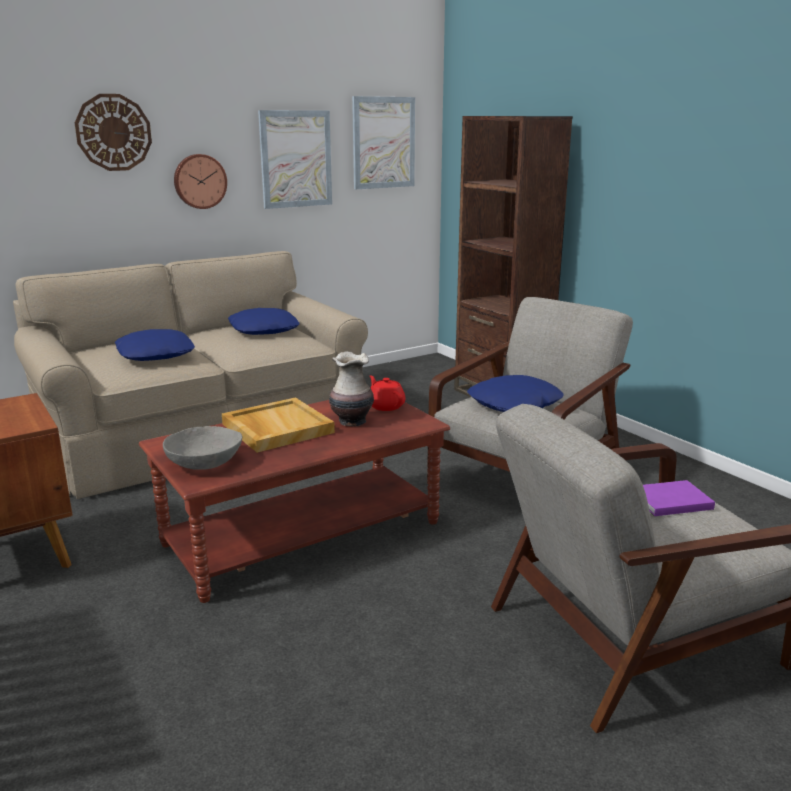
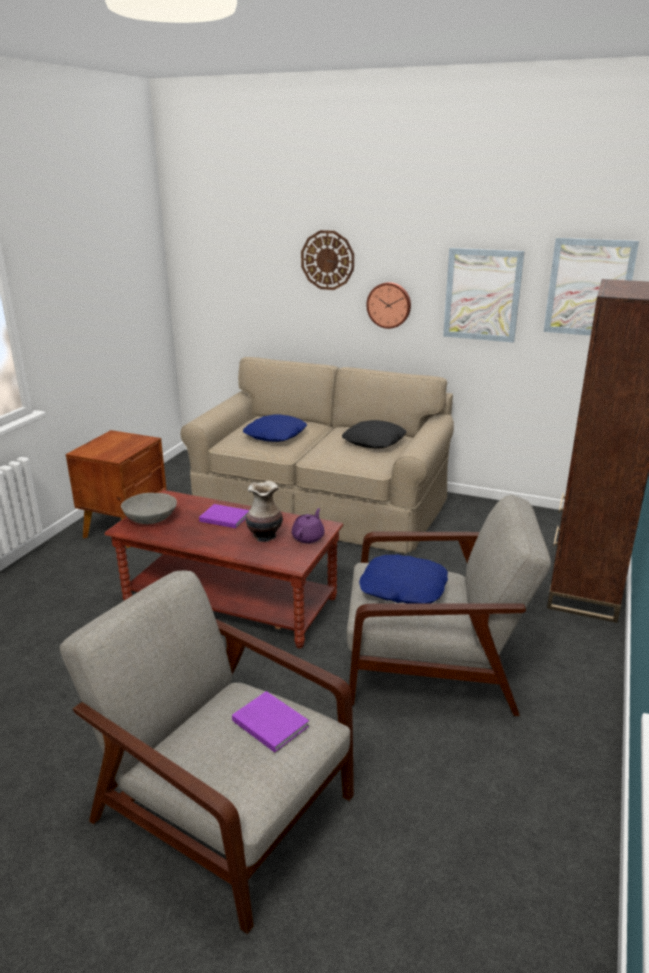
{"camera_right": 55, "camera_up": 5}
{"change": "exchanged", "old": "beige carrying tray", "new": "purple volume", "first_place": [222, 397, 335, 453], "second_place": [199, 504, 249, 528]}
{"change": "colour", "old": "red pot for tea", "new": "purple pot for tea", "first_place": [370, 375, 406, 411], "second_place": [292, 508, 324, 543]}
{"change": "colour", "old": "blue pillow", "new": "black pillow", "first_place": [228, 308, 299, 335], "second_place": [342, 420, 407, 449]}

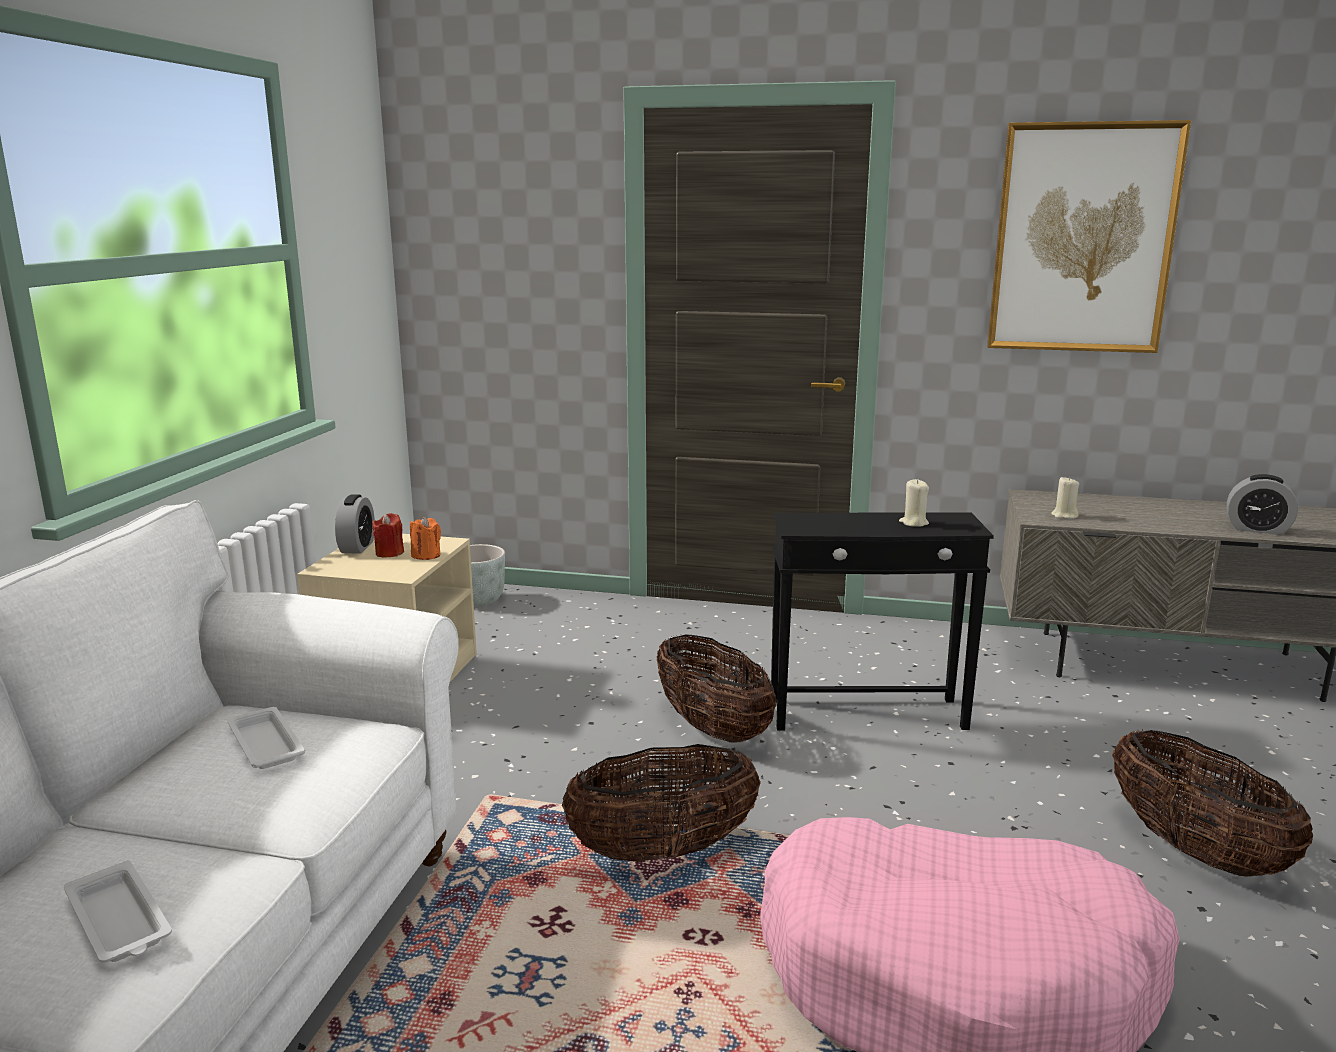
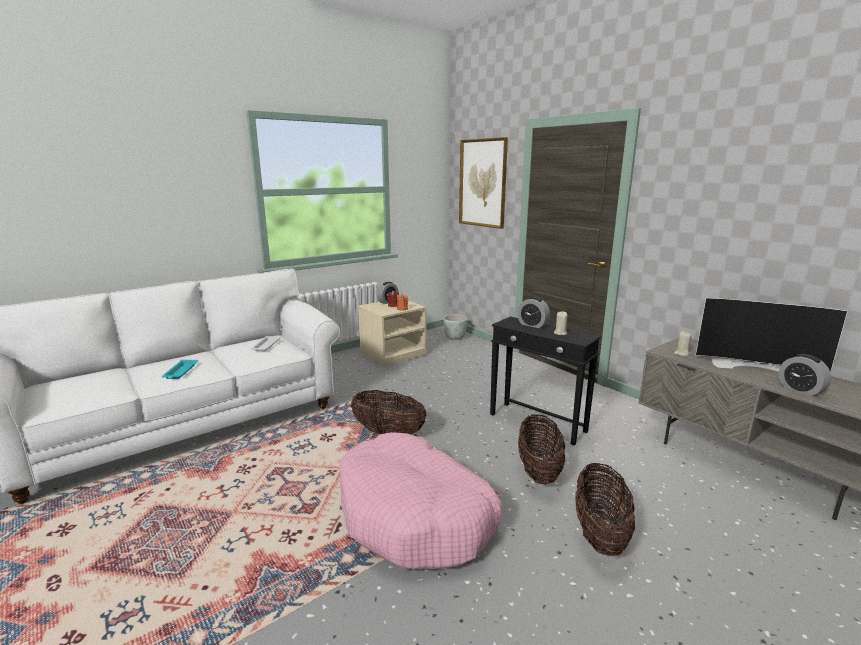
{"camera_right": 40, "camera_up": 0}
{"change": "colour", "old": "white-coloured carrying tray", "new": "turquoise carrying tray", "first_place": [64, 860, 172, 963], "second_place": [162, 360, 198, 379]}
{"change": "relocated", "old": "picture", "first_place": [987, 120, 1191, 353], "second_place": [459, 137, 508, 229]}
{"change": "appeared", "new": "table clock", "second_place": [517, 297, 550, 328]}
{"change": "relocated", "old": "basket", "first_place": [657, 635, 777, 742], "second_place": [518, 414, 565, 484]}
{"change": "appeared", "new": "TV", "second_place": [695, 298, 848, 372]}

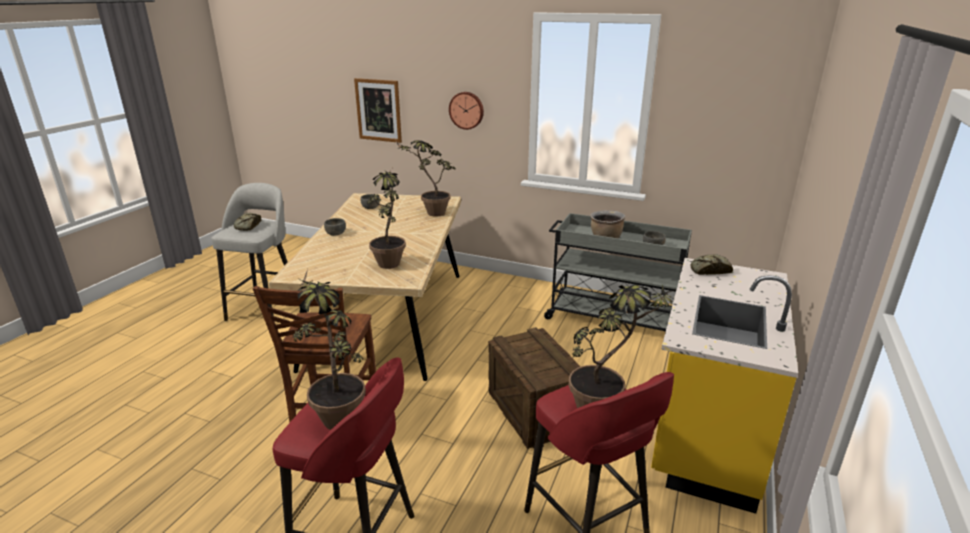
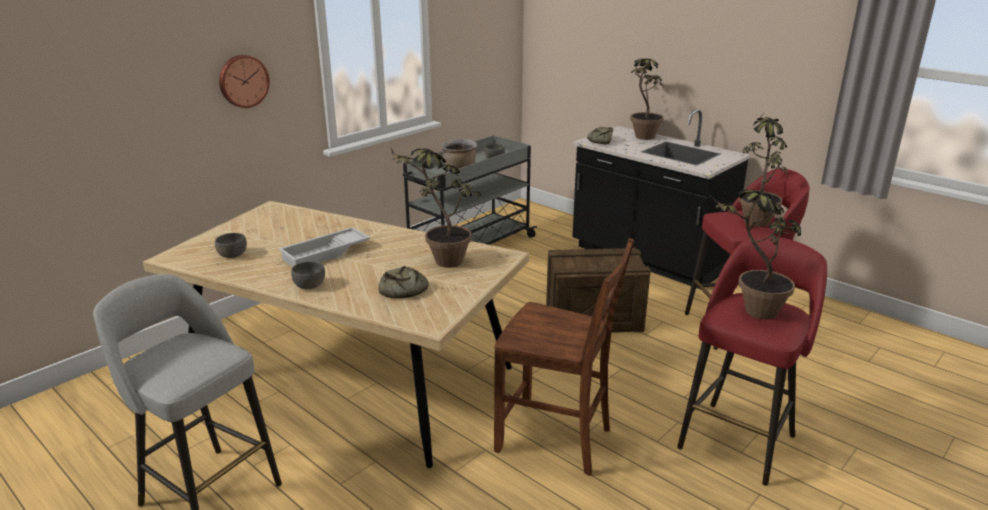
{"camera_right": -70, "camera_up": 0}
{"change": "appeared", "new": "white-coloured carrying tray", "second_place": [278, 227, 370, 267]}
{"change": "relocated", "old": "baked bread", "first_place": [234, 213, 261, 231], "second_place": [379, 266, 429, 298]}
{"change": "colour", "old": "yellow-coloured kitchen base unit", "new": "black kitchen base unit", "first_place": [651, 258, 798, 514], "second_place": [572, 109, 750, 289]}
{"change": "relocated", "old": "houseplant", "first_place": [396, 140, 456, 217], "second_place": [630, 59, 664, 140]}
{"change": "missing", "old": "picture", "first_place": [354, 78, 402, 143]}

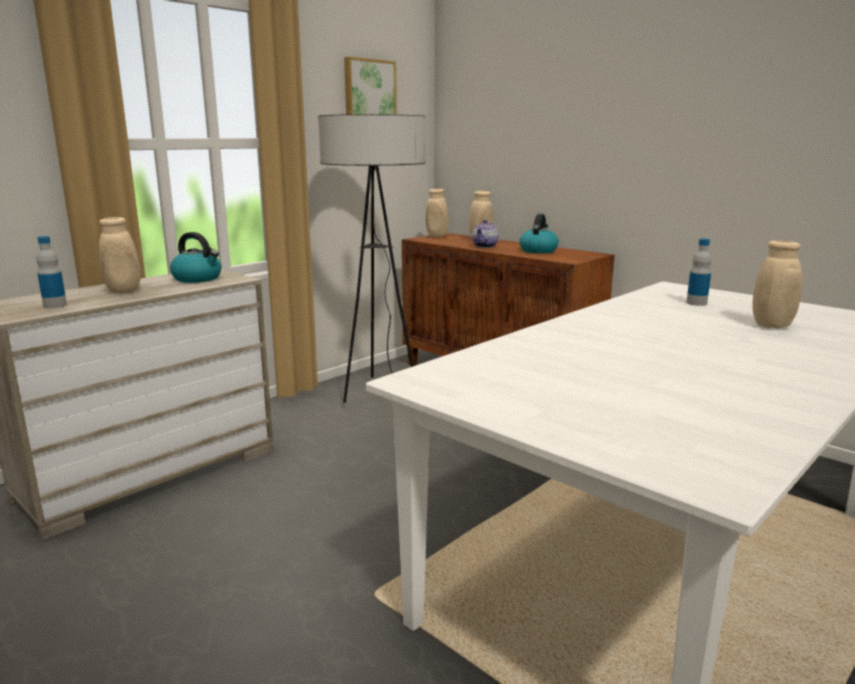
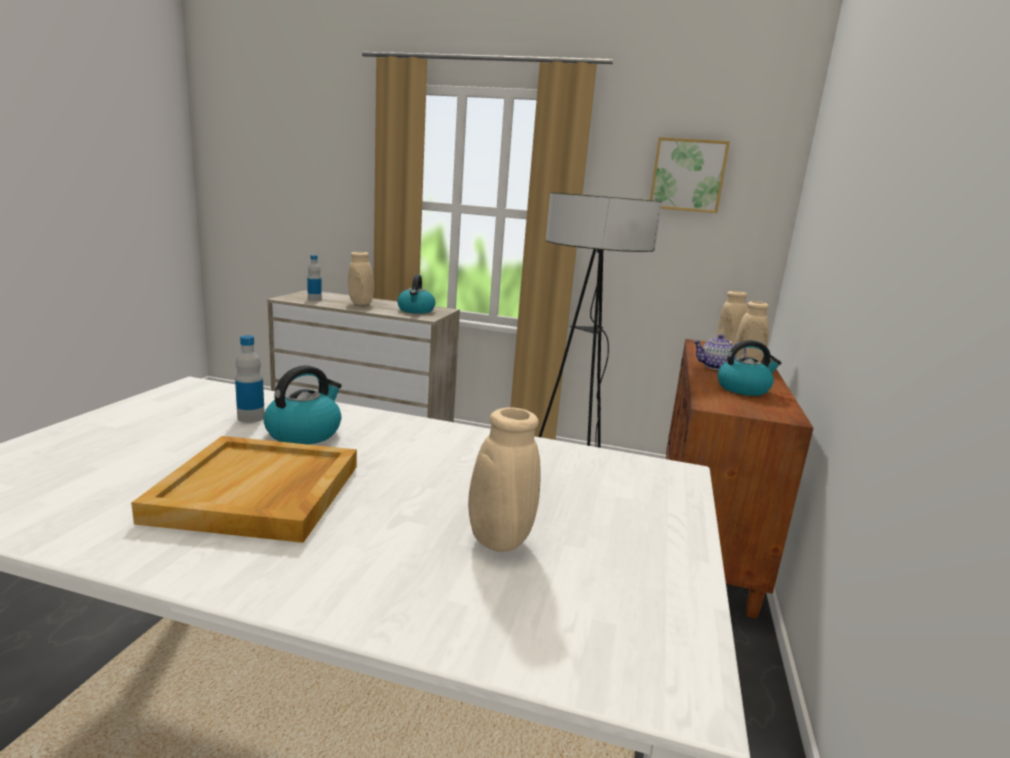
{"camera_right": 60, "camera_up": 0}
{"change": "appeared", "new": "beige carrying tray", "second_place": [131, 436, 357, 543]}
{"change": "relocated", "old": "drink bottle", "first_place": [686, 238, 712, 306], "second_place": [235, 335, 264, 423]}
{"change": "appeared", "new": "water kettle", "second_place": [264, 365, 342, 445]}

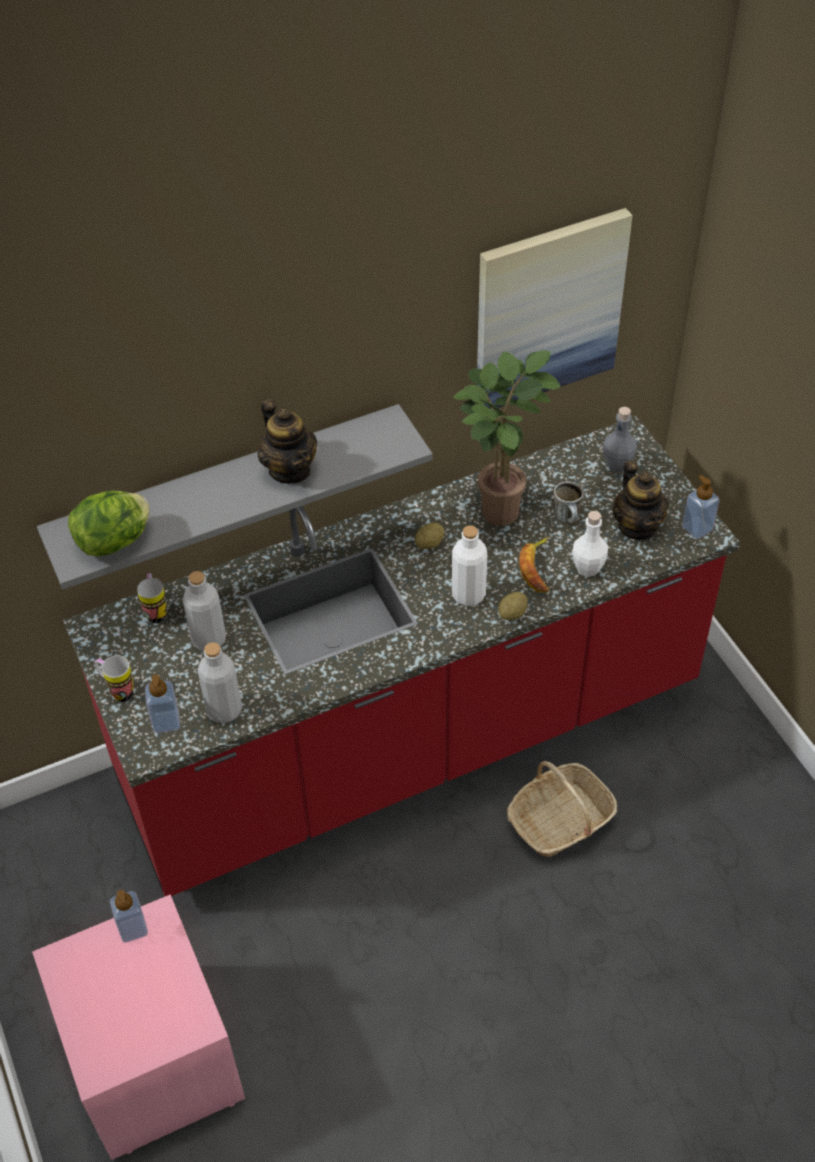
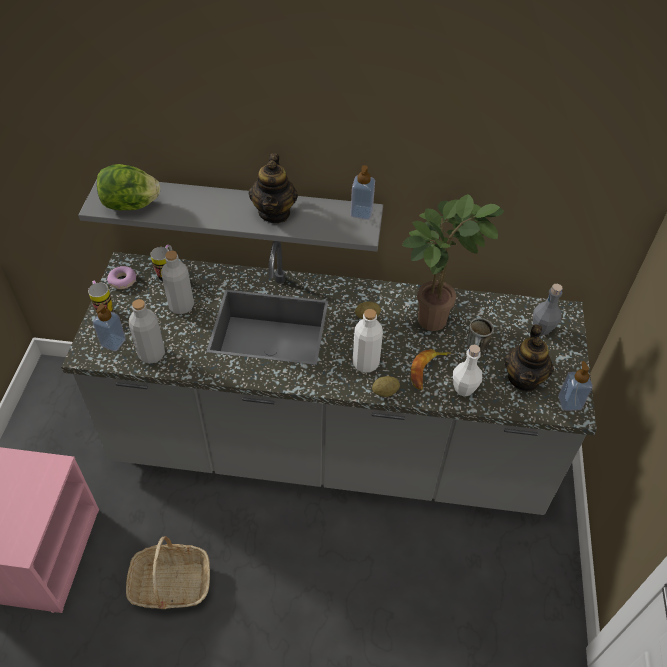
{"camera_right": 30, "camera_up": 0}
{"change": "colour", "old": "red kitchen base unit", "new": "grey kitchen base unit", "first_place": [63, 416, 740, 896], "second_place": [61, 241, 597, 515]}
{"change": "appeared", "new": "donut", "second_place": [107, 266, 136, 289]}
{"change": "relocated", "old": "basket", "first_place": [507, 761, 617, 857], "second_place": [126, 536, 210, 609]}
{"change": "relocated", "old": "soap dispenser", "first_place": [110, 890, 148, 943], "second_place": [351, 165, 375, 220]}
{"change": "missing", "old": "picture", "first_place": [477, 208, 633, 409]}

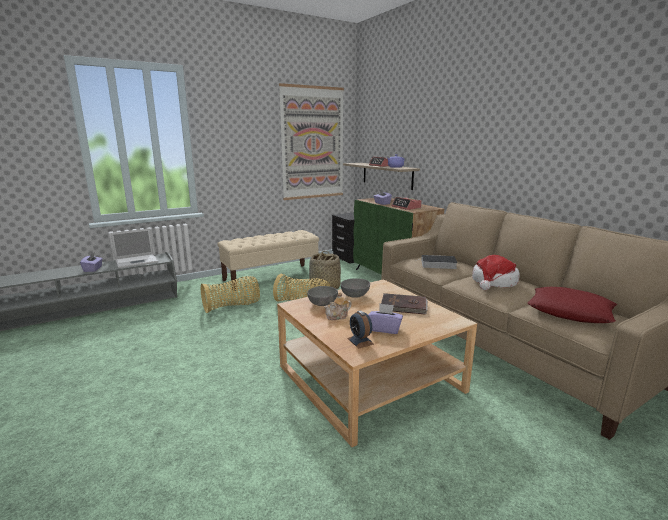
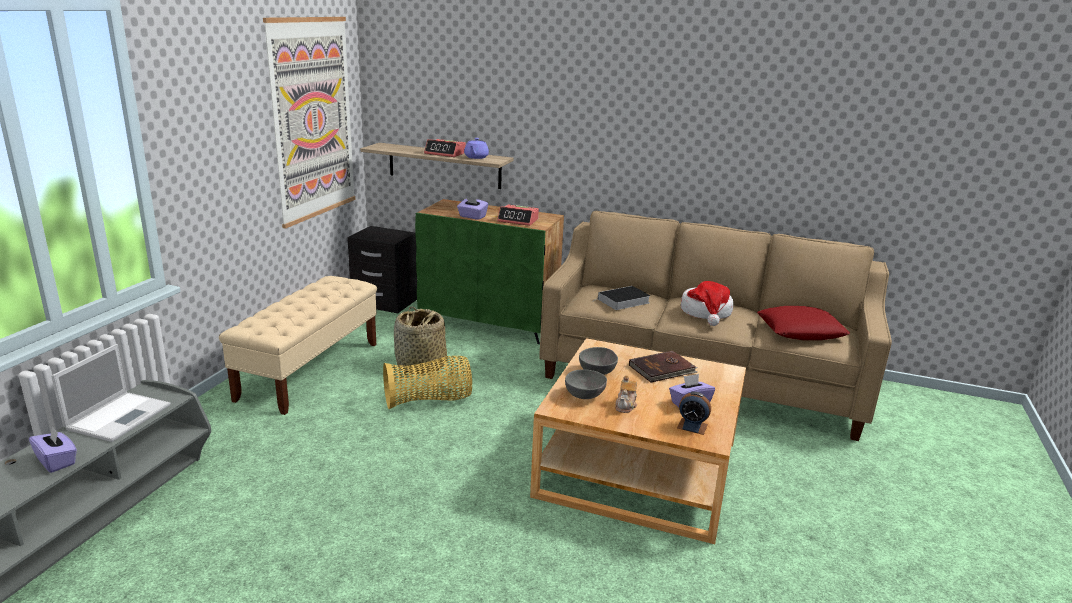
{"camera_right": -40, "camera_up": 5}
{"change": "missing", "old": "basket", "first_place": [201, 276, 260, 313]}

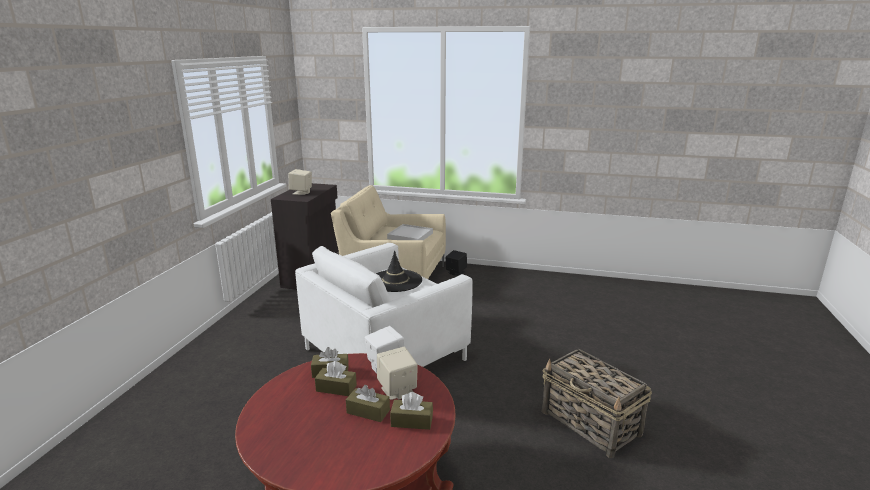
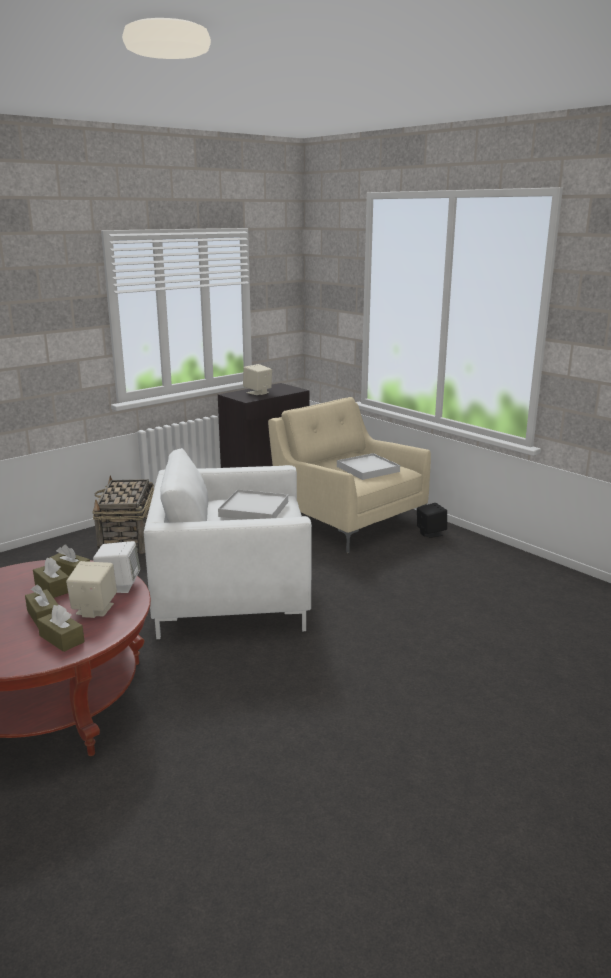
{"camera_right": 35, "camera_up": 0}
{"change": "relocated", "old": "basket", "first_place": [542, 349, 652, 458], "second_place": [92, 476, 154, 553]}
{"change": "exchanged", "old": "black hat", "new": "white-coloured carrying tray", "first_place": [376, 250, 422, 292], "second_place": [218, 489, 288, 520]}

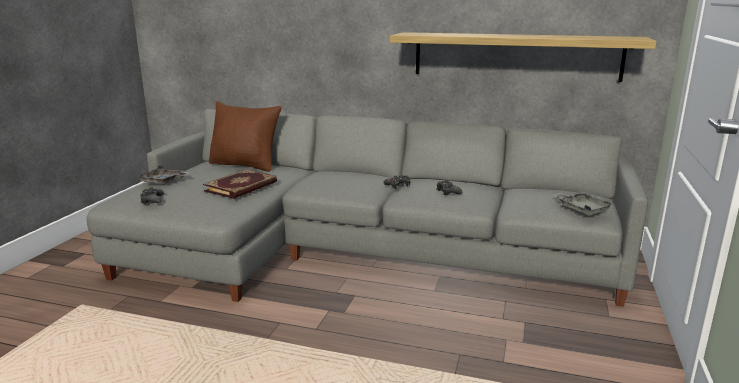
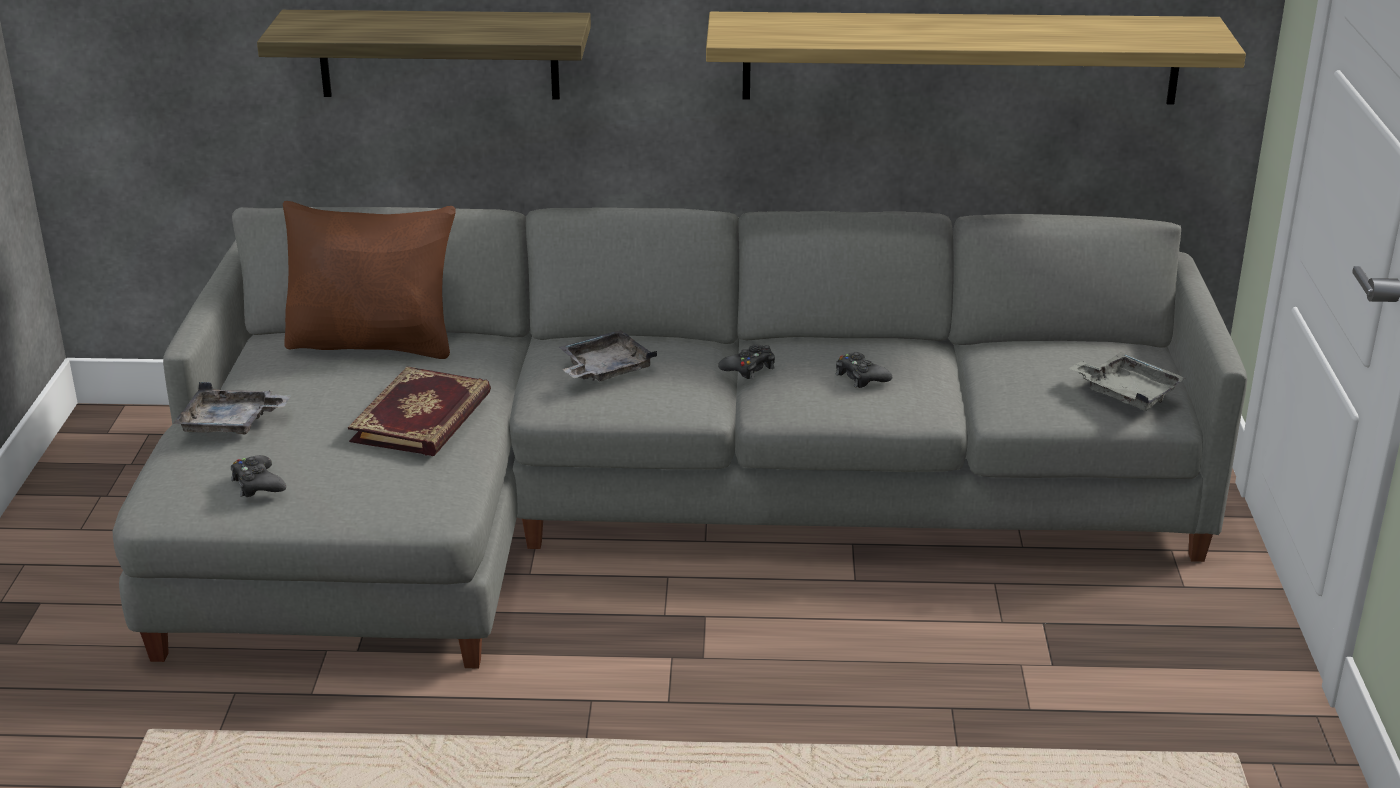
{"camera_right": -15, "camera_up": 10}
{"change": "appeared", "new": "shelf", "second_place": [257, 10, 591, 100]}
{"change": "appeared", "new": "grey carrying tray", "second_place": [559, 330, 657, 381]}

